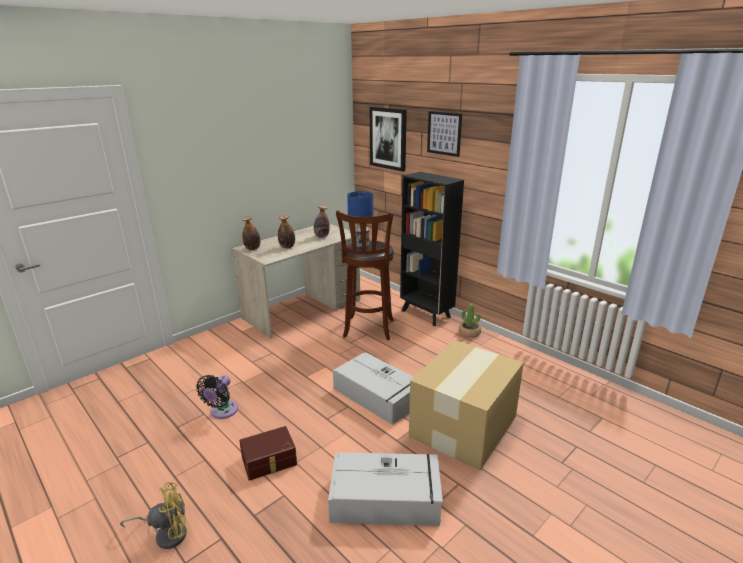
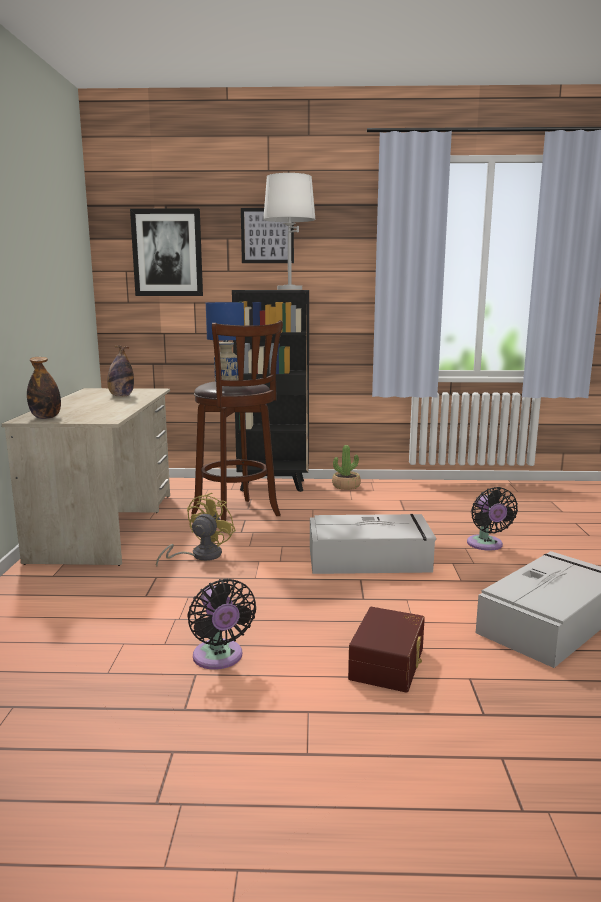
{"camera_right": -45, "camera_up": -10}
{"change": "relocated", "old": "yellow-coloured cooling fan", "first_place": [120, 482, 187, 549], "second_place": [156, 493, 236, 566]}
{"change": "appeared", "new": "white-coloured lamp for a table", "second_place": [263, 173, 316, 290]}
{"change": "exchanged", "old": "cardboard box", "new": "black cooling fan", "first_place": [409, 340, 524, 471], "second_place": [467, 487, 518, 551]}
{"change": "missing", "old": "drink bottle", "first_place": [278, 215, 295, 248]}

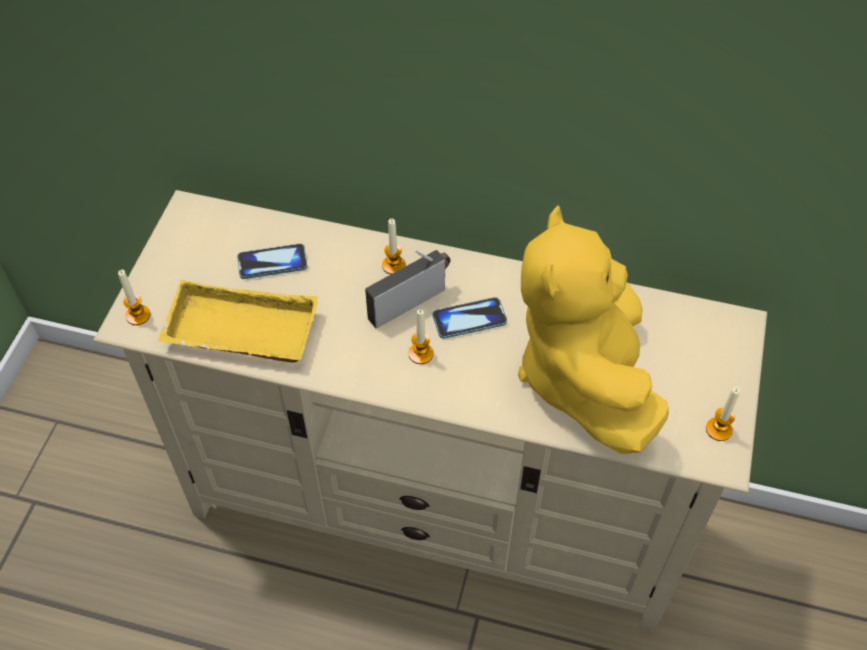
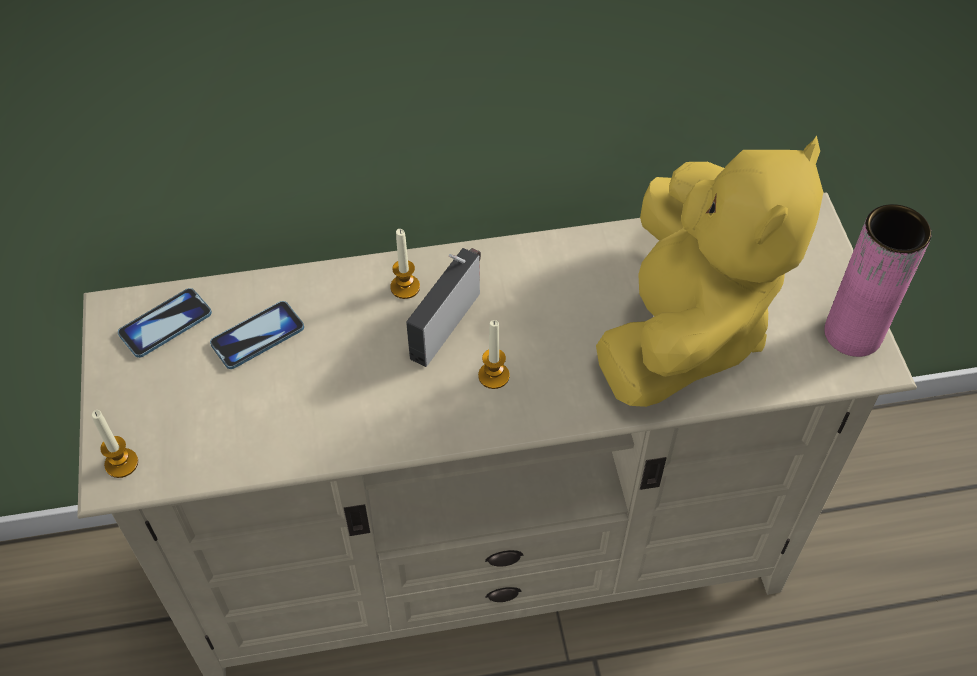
{"camera_right": -25, "camera_up": 0}
{"change": "relocated", "old": "telephone", "first_place": [433, 297, 507, 339], "second_place": [118, 288, 212, 358]}
{"change": "spun", "old": "yellow-coloured soft toy", "first_place": [518, 205, 668, 454], "second_place": [596, 136, 823, 407], "degrees": -135}
{"change": "exchanged", "old": "candle", "new": "pink vase", "first_place": [706, 387, 740, 441], "second_place": [824, 204, 931, 357]}
{"change": "missing", "old": "yellow-coloured carrying tray", "first_place": [158, 280, 318, 363]}

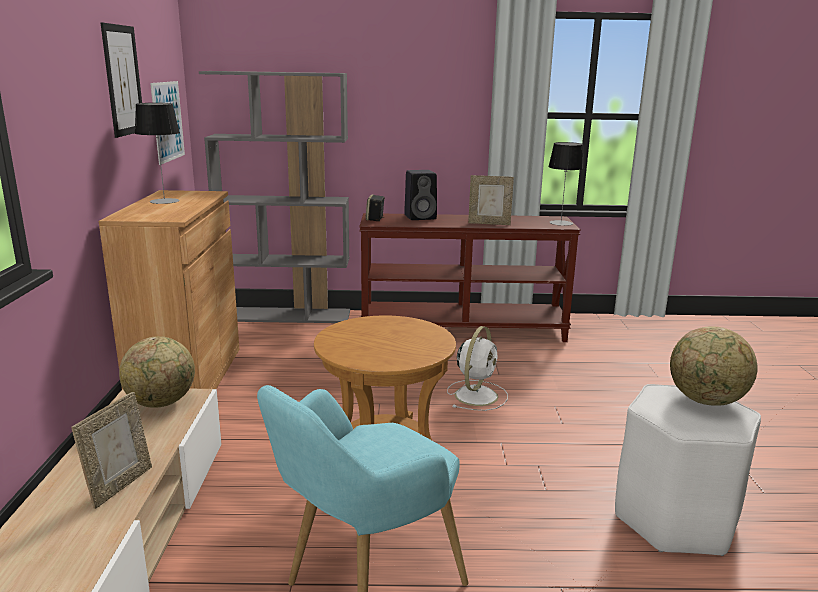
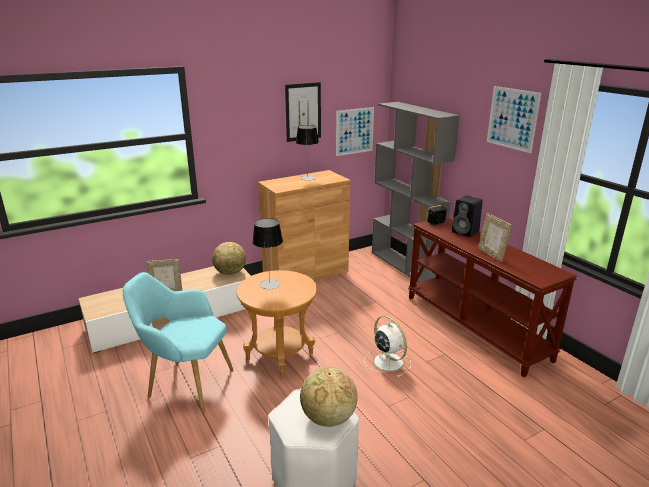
{"camera_right": 60, "camera_up": 5}
{"change": "relocated", "old": "lamp for a table", "first_place": [548, 142, 584, 226], "second_place": [253, 218, 283, 289]}
{"change": "spun", "old": "white-coloured cooling fan", "first_place": [447, 326, 508, 411], "second_place": [364, 315, 411, 378], "degrees": -120}
{"change": "appeared", "new": "picture", "second_place": [487, 86, 541, 153]}

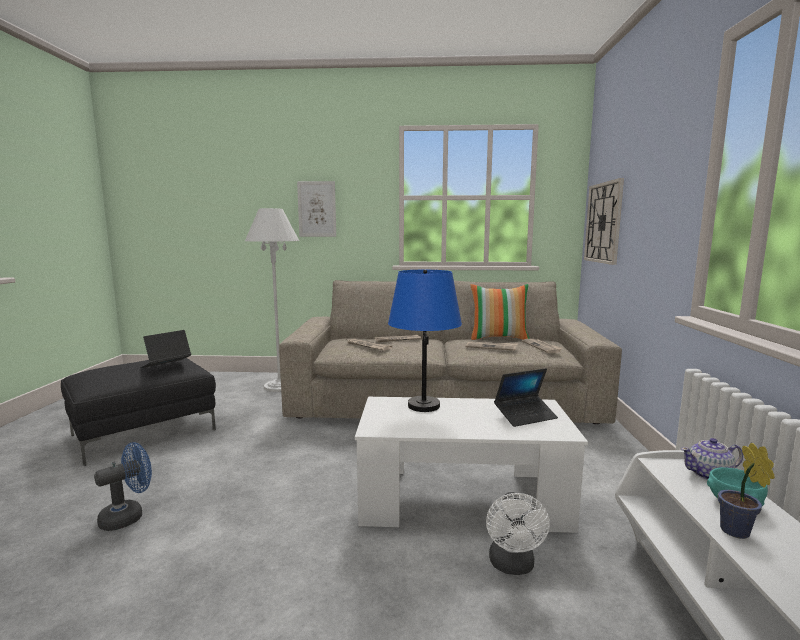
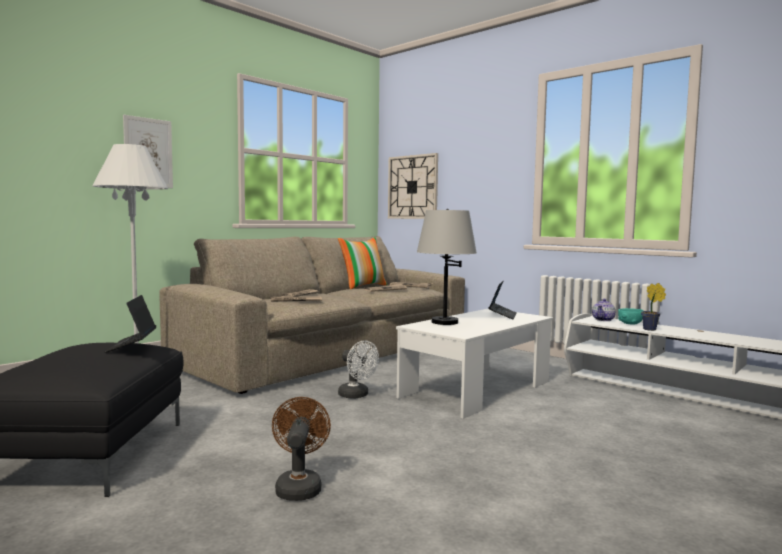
{"camera_right": -50, "camera_up": -5}
{"change": "colour", "old": "blue cooling fan", "new": "brown-coloured cooling fan", "first_place": [94, 442, 152, 531], "second_place": [272, 397, 331, 501]}
{"change": "relocated", "old": "white-coloured cooling fan", "first_place": [486, 492, 550, 575], "second_place": [338, 340, 379, 399]}
{"change": "colour", "old": "blue lamp for a table", "new": "grey lamp for a table", "first_place": [388, 270, 462, 412], "second_place": [417, 209, 477, 325]}

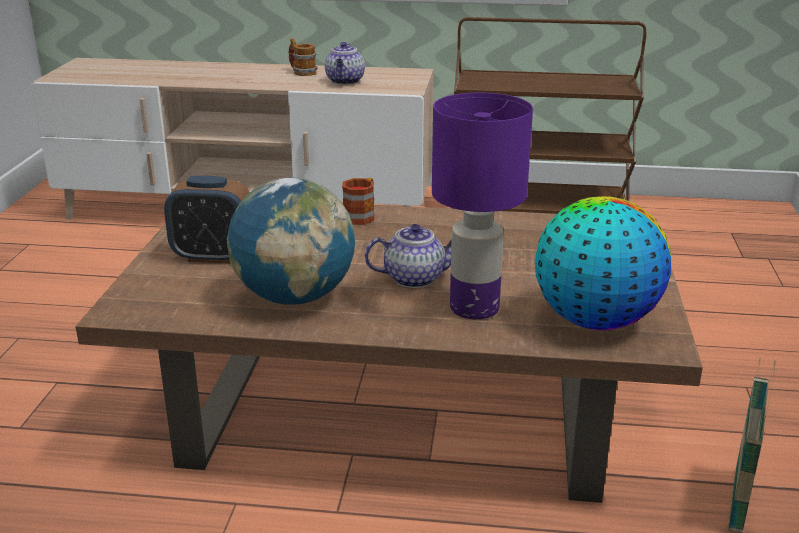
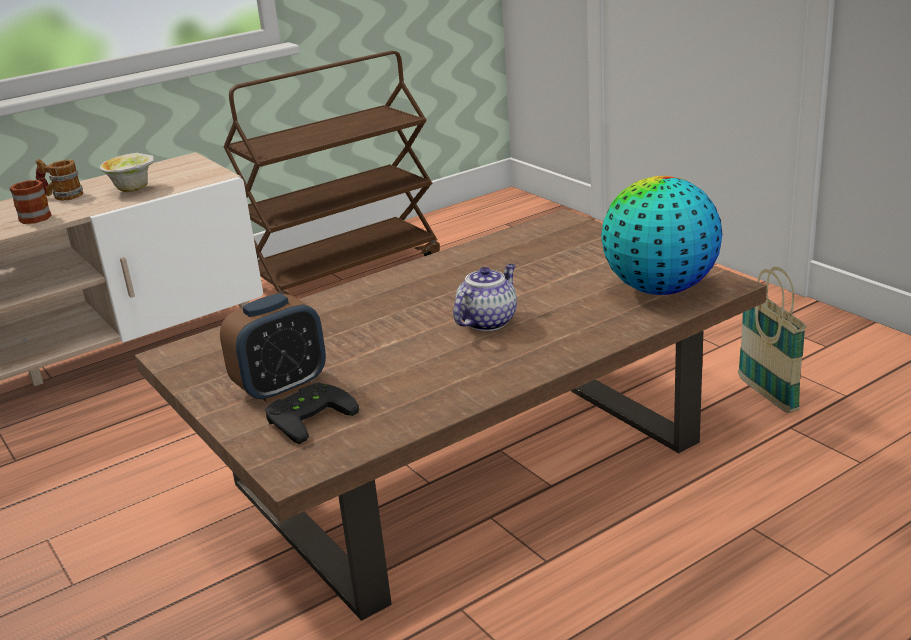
{"camera_right": -40, "camera_up": 0}
{"change": "relocated", "old": "coffee mug", "first_place": [342, 178, 375, 225], "second_place": [10, 180, 52, 224]}
{"change": "exchanged", "old": "pot for tea", "new": "bowl", "first_place": [325, 42, 365, 85], "second_place": [100, 153, 154, 192]}
{"change": "appeared", "new": "black gamepad", "second_place": [265, 382, 359, 444]}
{"change": "missing", "old": "desk globe", "first_place": [227, 177, 355, 305]}
{"change": "missing", "old": "purple lamp for a table", "first_place": [432, 93, 533, 319]}

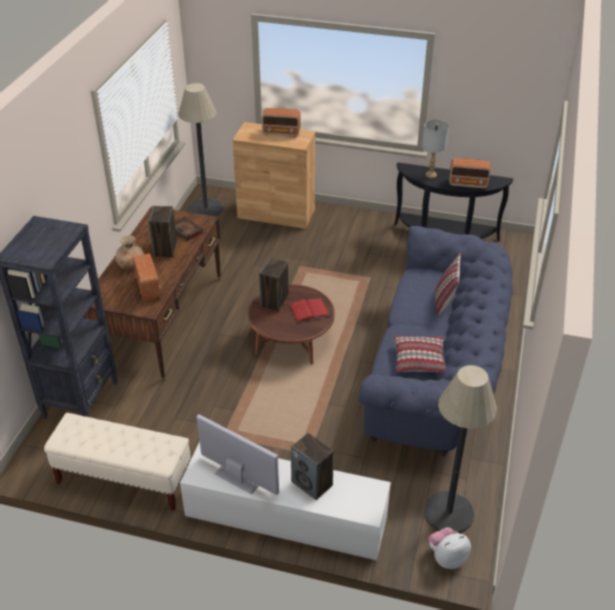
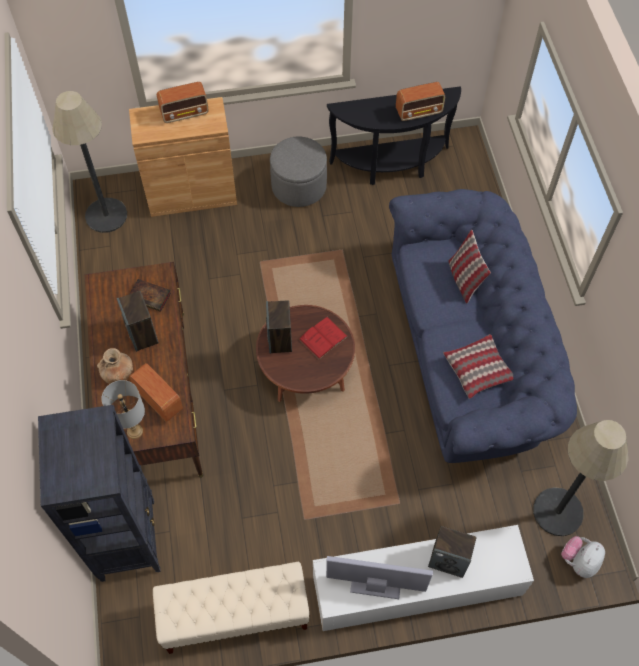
{"camera_right": -25, "camera_up": 20}
{"change": "relocated", "old": "grey lamp for a table", "first_place": [422, 119, 449, 178], "second_place": [101, 380, 145, 439]}
{"change": "appeared", "new": "grey pouffe", "second_place": [270, 137, 327, 207]}

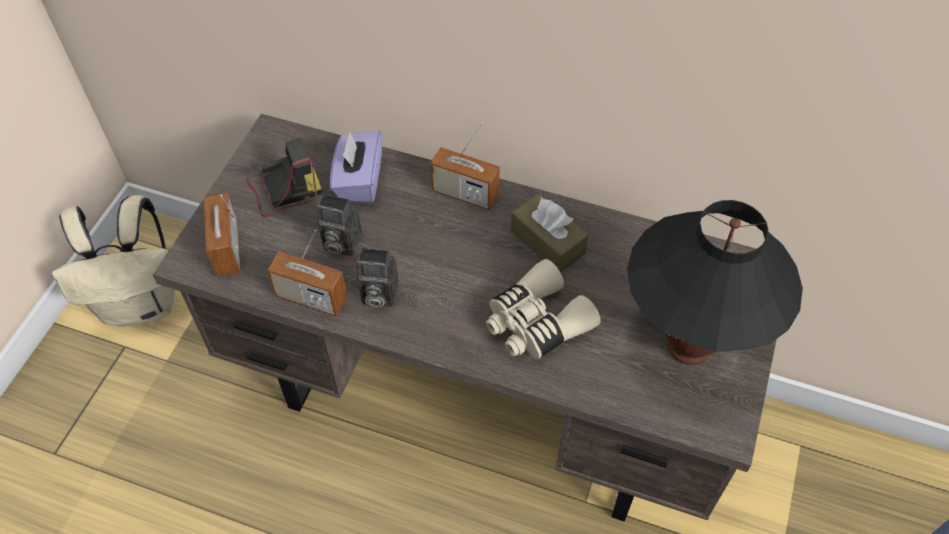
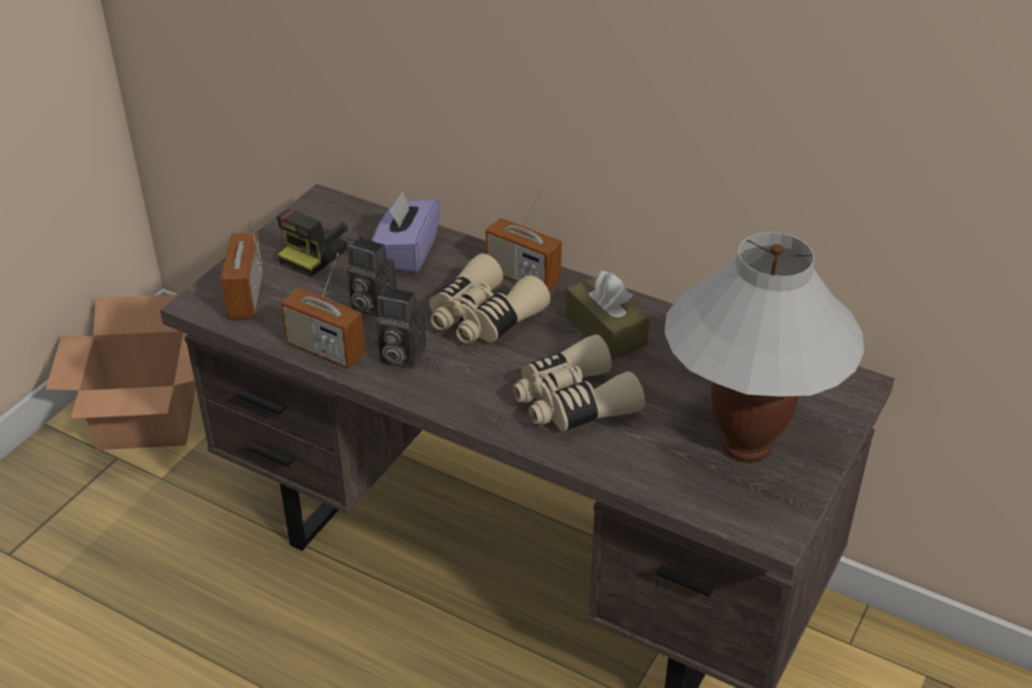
{"camera_right": 10, "camera_up": -15}
{"change": "exchanged", "old": "beige backpack", "new": "cardboard box", "first_place": [52, 195, 175, 327], "second_place": [46, 294, 196, 450]}
{"change": "spun", "old": "photo camera", "first_place": [247, 137, 322, 217], "second_place": [277, 209, 357, 277], "degrees": 135}
{"change": "appeared", "new": "beige binoculars", "second_place": [429, 253, 550, 343]}
{"change": "colour", "old": "black lamp for a table", "new": "white-coloured lamp for a table", "first_place": [627, 200, 803, 365], "second_place": [665, 232, 864, 462]}

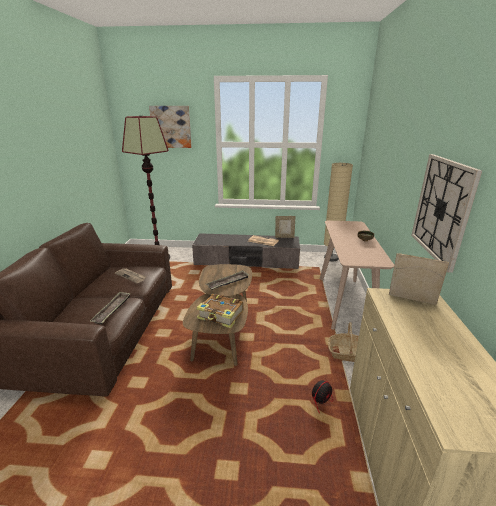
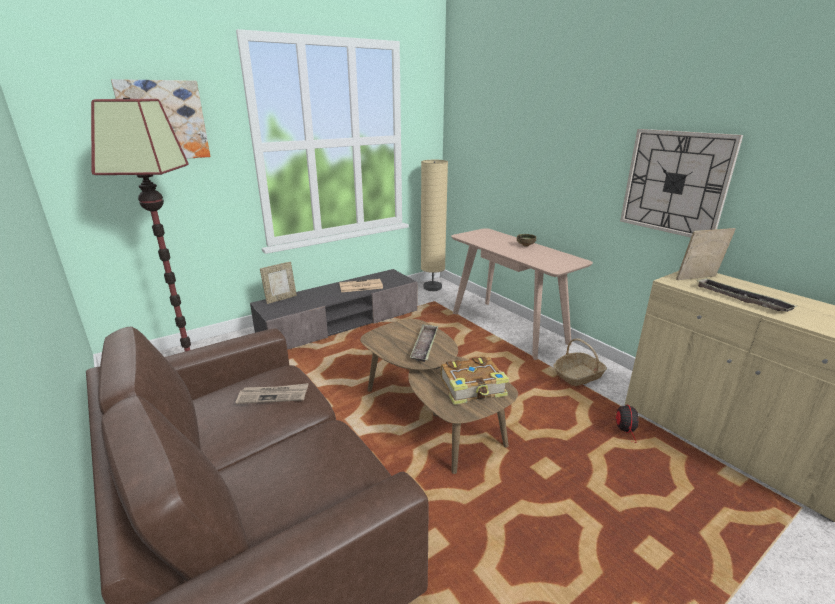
{"camera_right": -40, "camera_up": 0}
{"change": "relocated", "old": "standing frame", "first_place": [275, 216, 296, 238], "second_place": [260, 262, 297, 304]}
{"change": "relocated", "old": "carrying tray", "first_place": [90, 292, 131, 324], "second_place": [696, 278, 798, 312]}

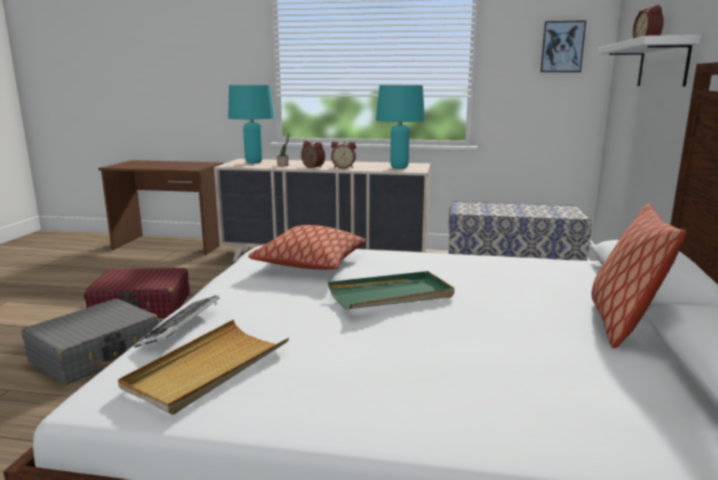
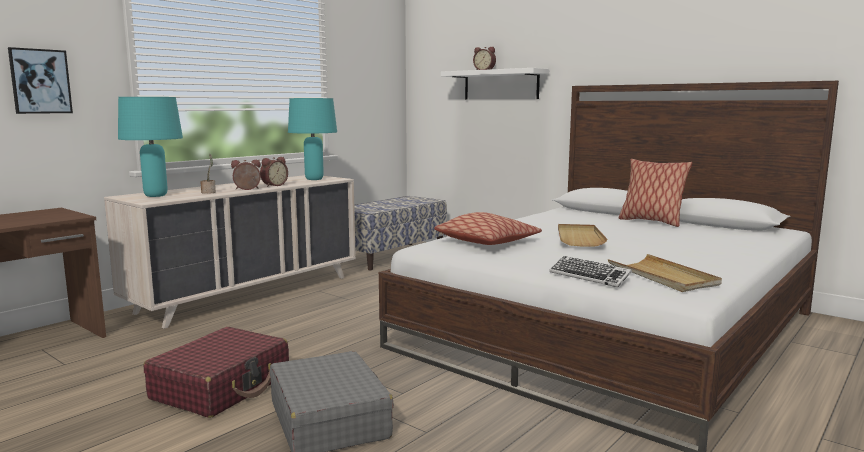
{"camera_right": -60, "camera_up": -5}
{"change": "relocated", "old": "picture", "first_place": [540, 20, 586, 72], "second_place": [8, 47, 73, 114]}
{"change": "colour", "old": "green carrying tray", "new": "beige carrying tray", "first_place": [328, 271, 454, 309], "second_place": [558, 224, 607, 247]}

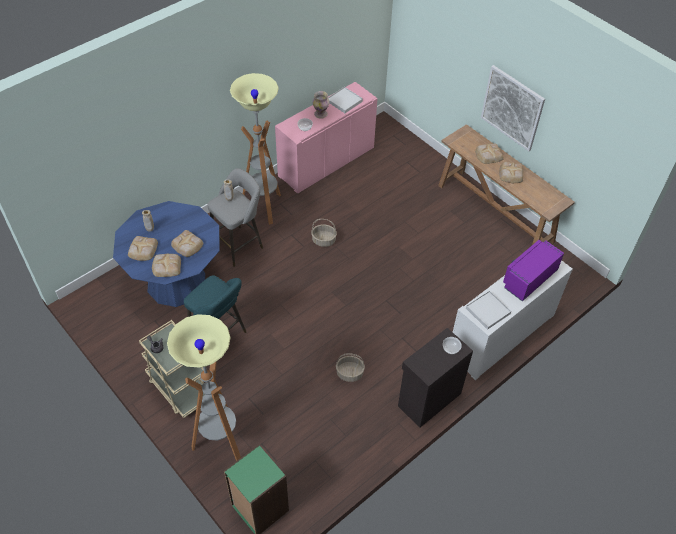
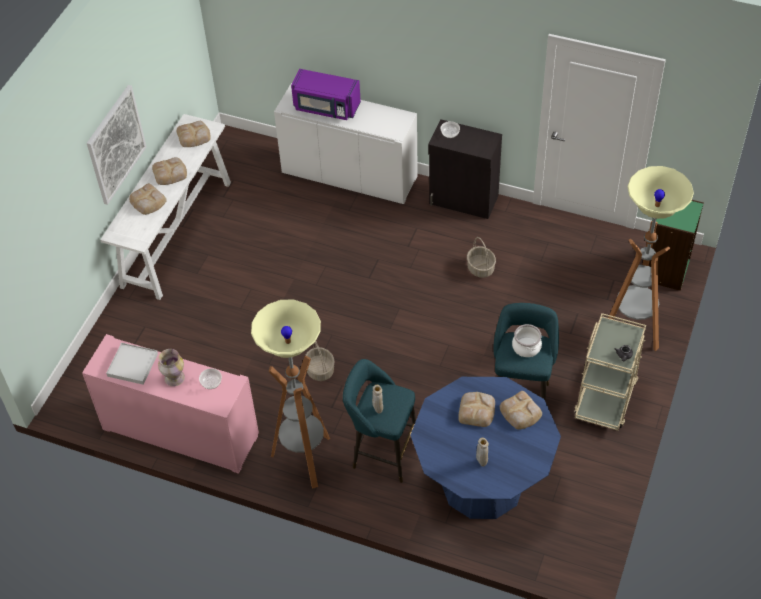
{"camera_right": -115, "camera_up": 0}
{"change": "colour", "old": "brown-coloured hall table", "new": "white-coloured hall table", "first_place": [438, 124, 575, 245], "second_place": [100, 114, 231, 300]}
{"change": "relocated", "old": "baked bread", "first_place": [128, 236, 158, 261], "second_place": [177, 121, 211, 147]}
{"change": "colour", "old": "grey stool", "new": "turquoise stool", "first_place": [207, 168, 263, 267], "second_place": [343, 359, 416, 483]}
{"change": "appeared", "new": "saucepot", "second_place": [512, 324, 542, 357]}
{"change": "missing", "old": "white-coloured carrying tray", "first_place": [466, 291, 511, 330]}

